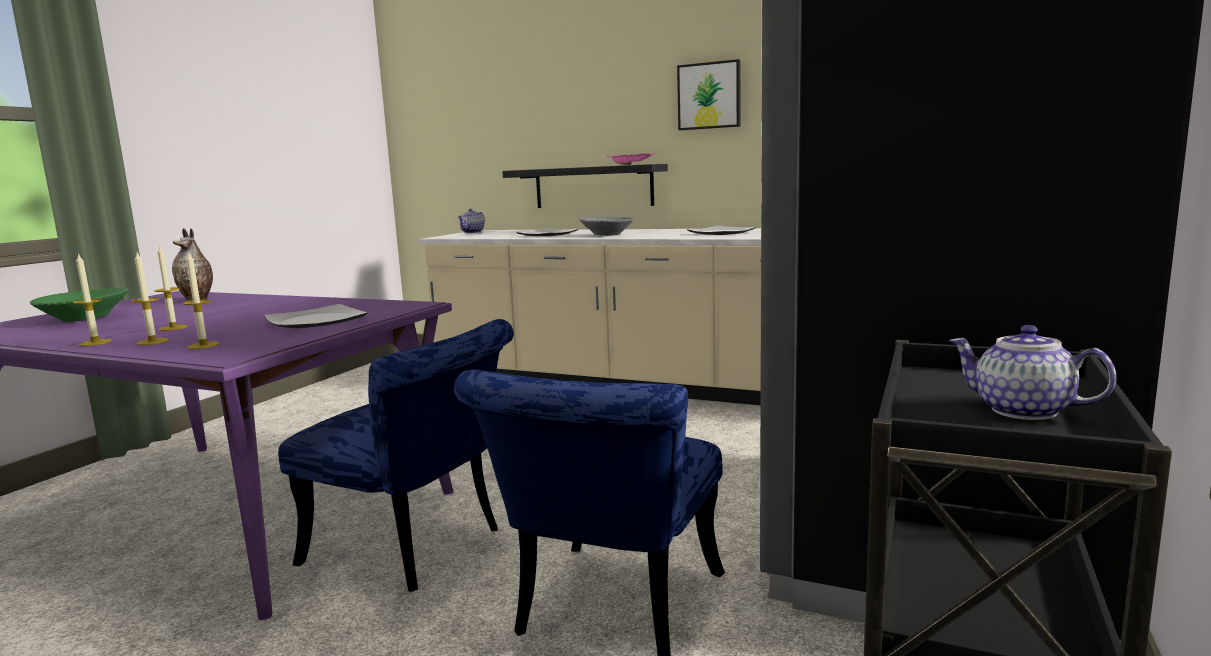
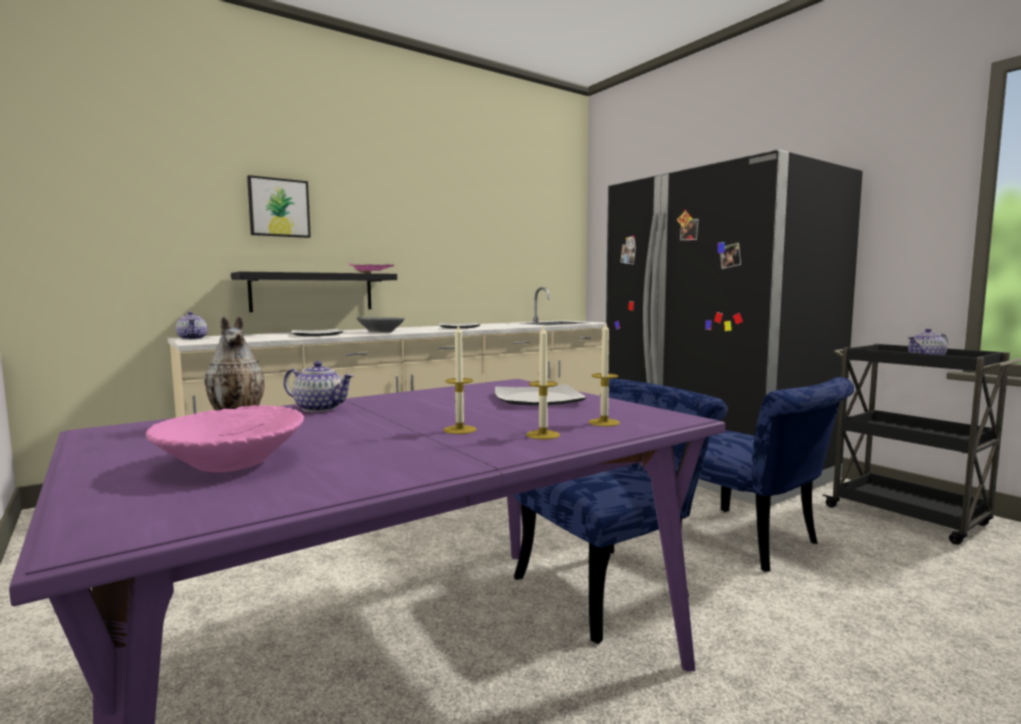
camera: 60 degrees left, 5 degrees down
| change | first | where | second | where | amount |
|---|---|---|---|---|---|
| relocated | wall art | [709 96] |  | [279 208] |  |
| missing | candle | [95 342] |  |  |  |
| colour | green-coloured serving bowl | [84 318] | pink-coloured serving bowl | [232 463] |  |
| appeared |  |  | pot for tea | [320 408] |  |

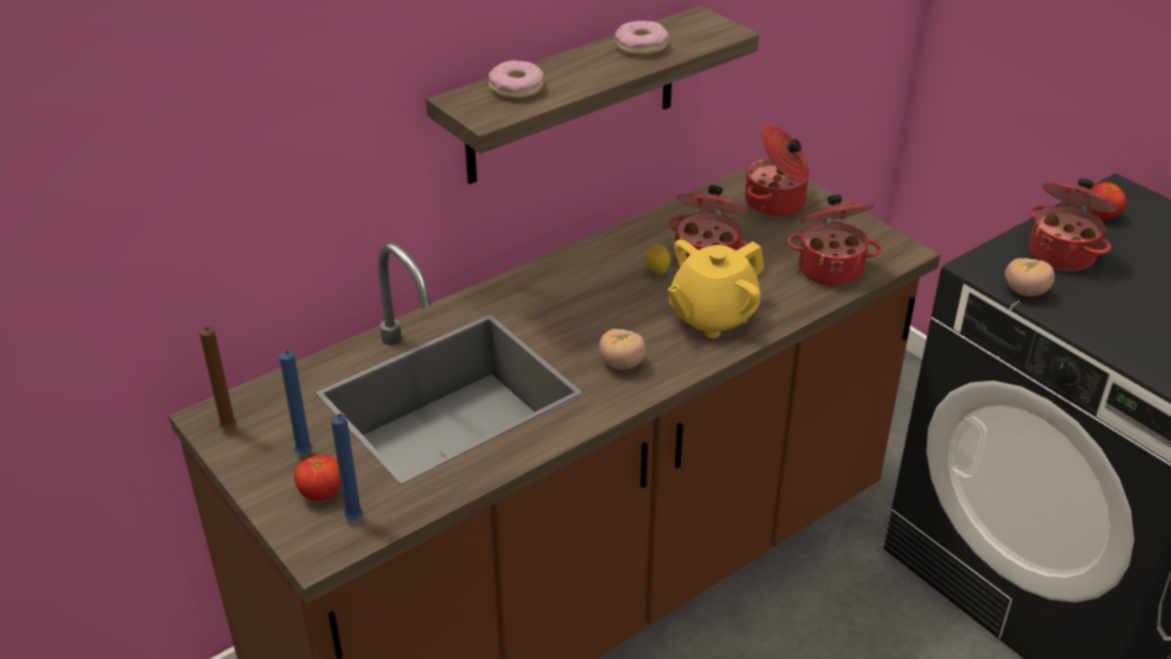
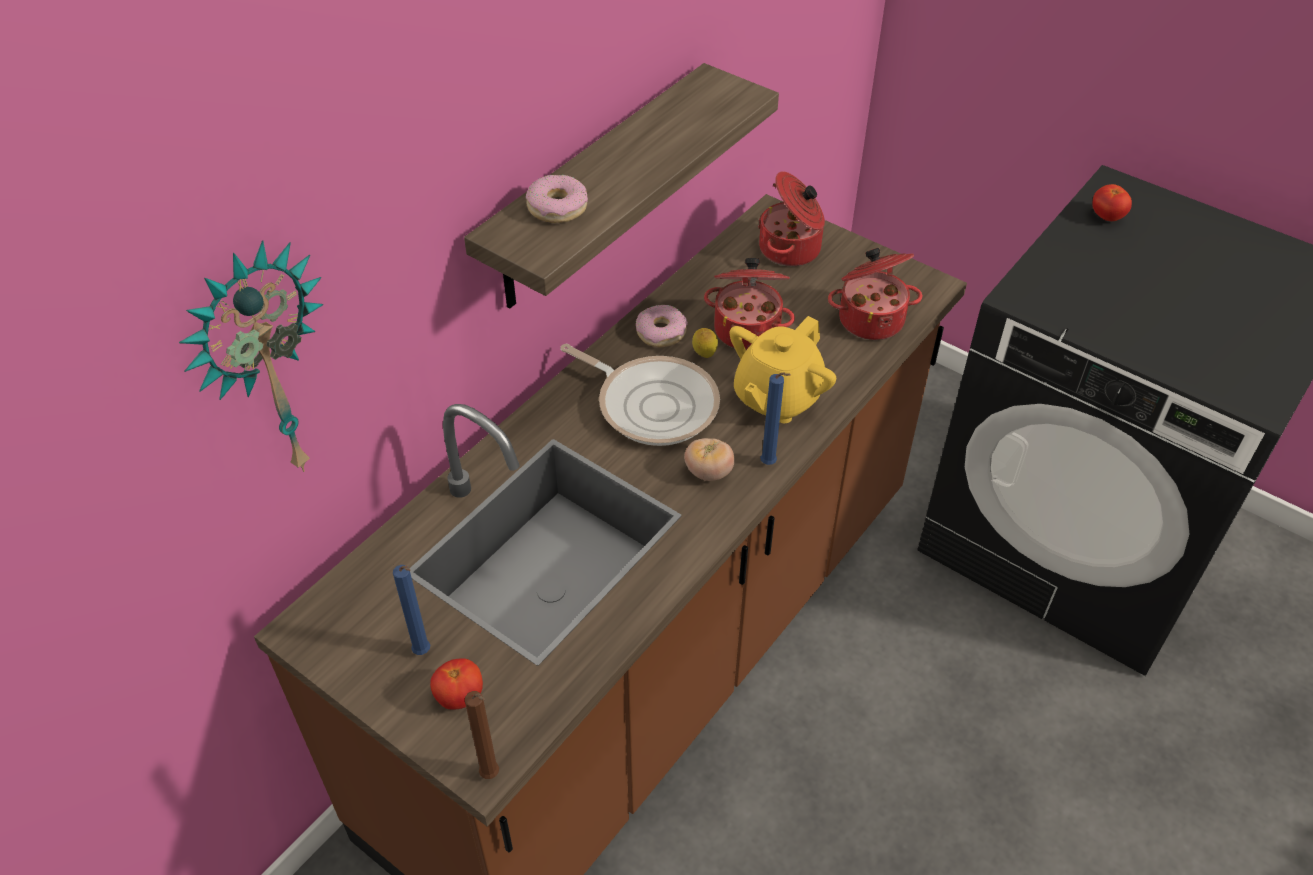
camera: 15 degrees left, 10 degrees up
| change | first | where | second | where | amount |
|---|---|---|---|---|---|
| relocated | doughnut | [641 46] |  | [661 332] |  |
| missing | stockpot | [1063 254] |  |  |  |
| missing | fresh tomato | [1025 292] |  |  |  |
| relocated | brownish candle | [229 430] |  | [492 776] |  |
| relocated | bluish candle | [355 521] |  | [770 464] |  |
| appeared |  |  | wall clock | [262 366] |  |
| appeared |  |  | pan | [652 404] |  |

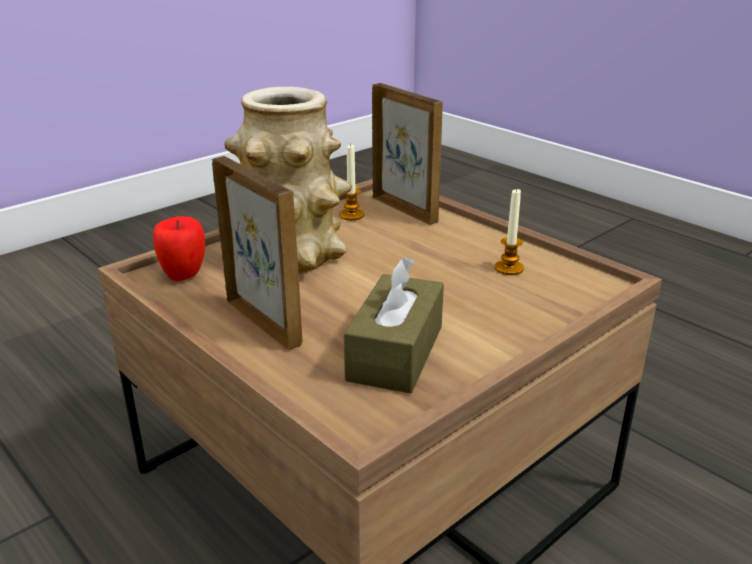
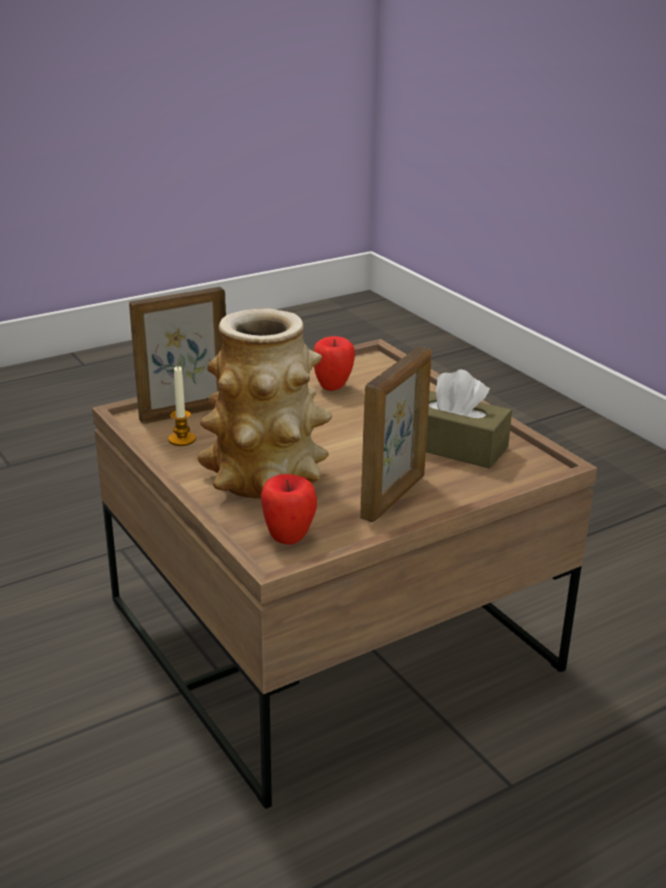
camera: 80 degrees left, 0 degrees up
| change | first | where | second | where | amount |
|---|---|---|---|---|---|
| spun | picture frame | [264 322] |  | [394 497] | 150 degrees clockwise |
| exchanged | candle | [509 268] | whole apple | [333 387] |  |

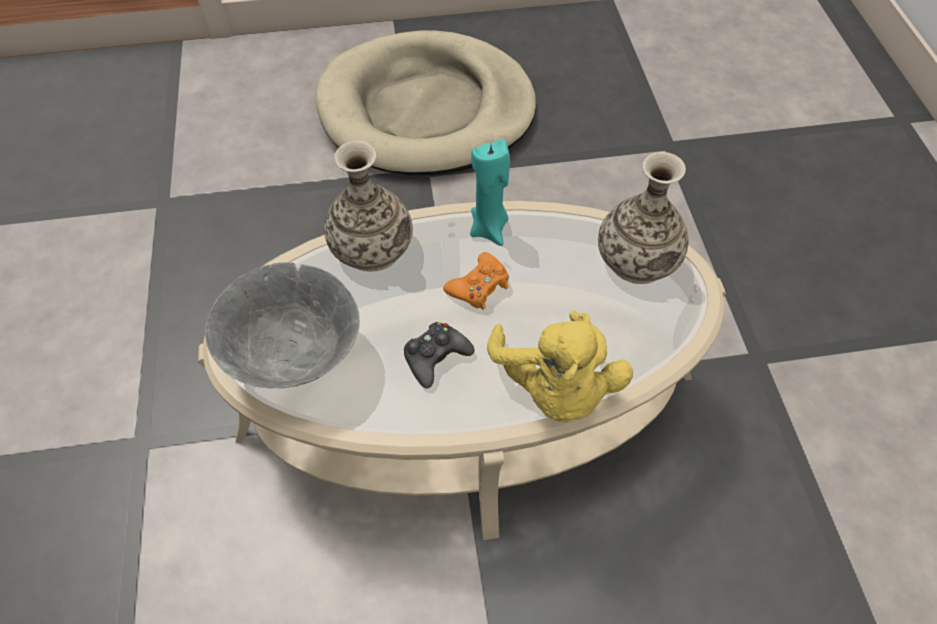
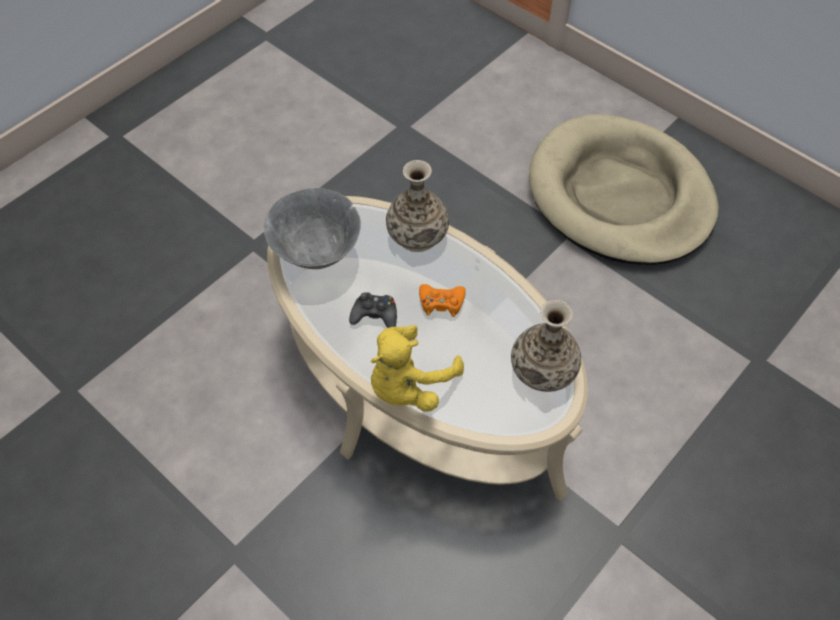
camera: 50 degrees right, 0 degrees up
| change | first | where | second | where | amount |
|---|---|---|---|---|---|
| missing | turquoise-coloured candle | [489 228] |  |  |  |

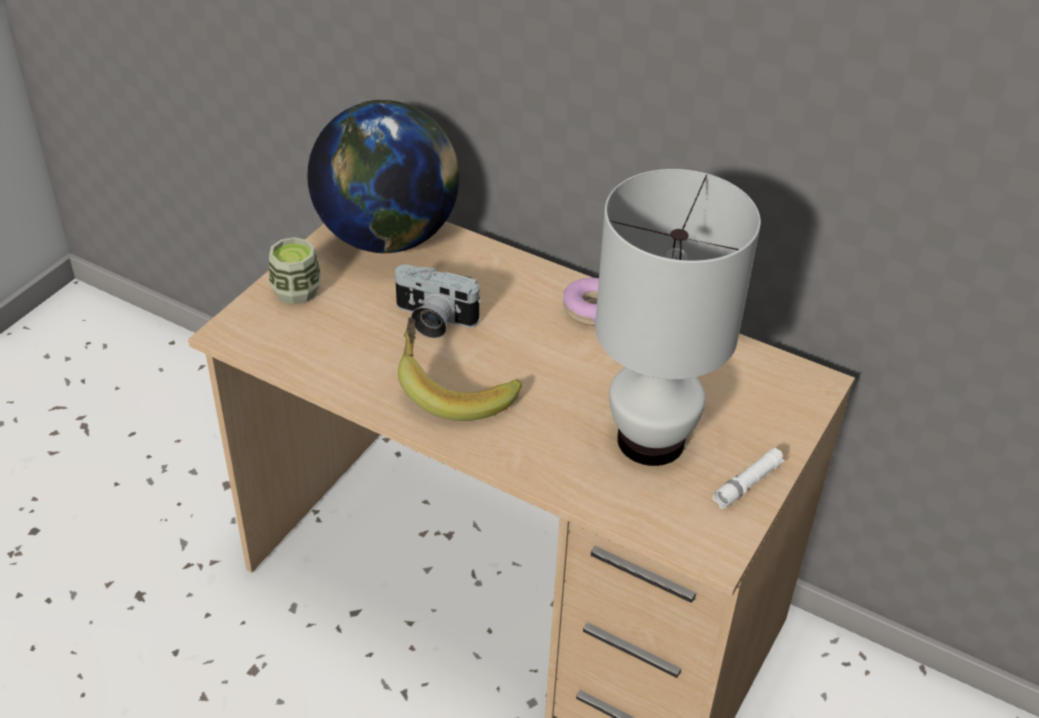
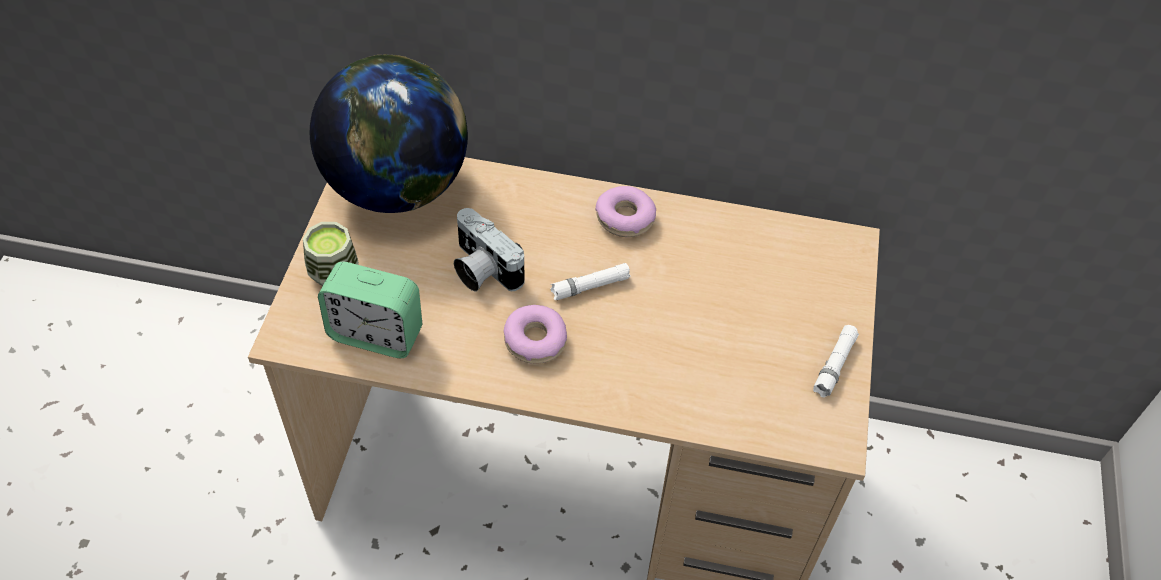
camera: 20 degrees left, 10 degrees up
| change | first | where | second | where | amount |
|---|---|---|---|---|---|
| missing | whitish table lamp | [649 440] |  |  |  |
| spun | photo camera | [432 320] |  | [481 269] | 45 degrees clockwise |
| exchanged | whole banana | [454 389] | doughnut | [535 340] |  |
| appeared |  |  | bedside clock | [376 334] |  |
| appeared |  |  | whitish flashlight | [590 286] |  |

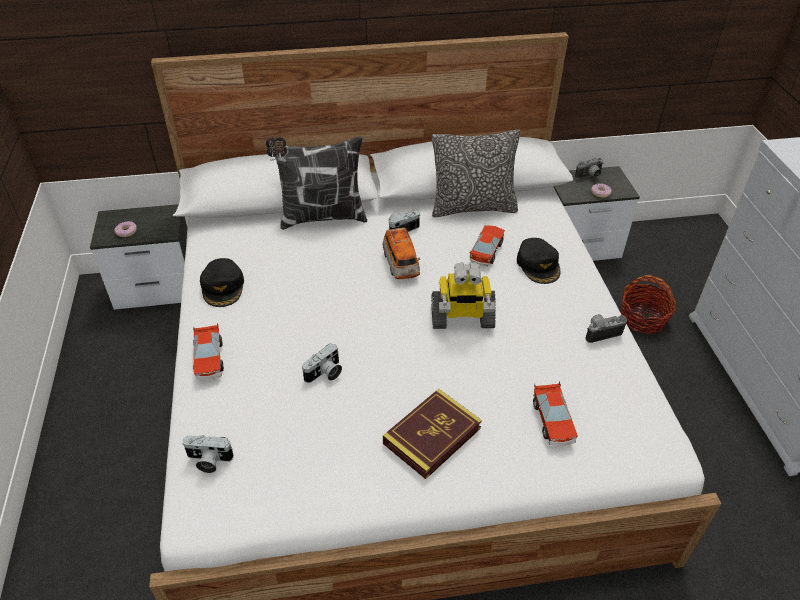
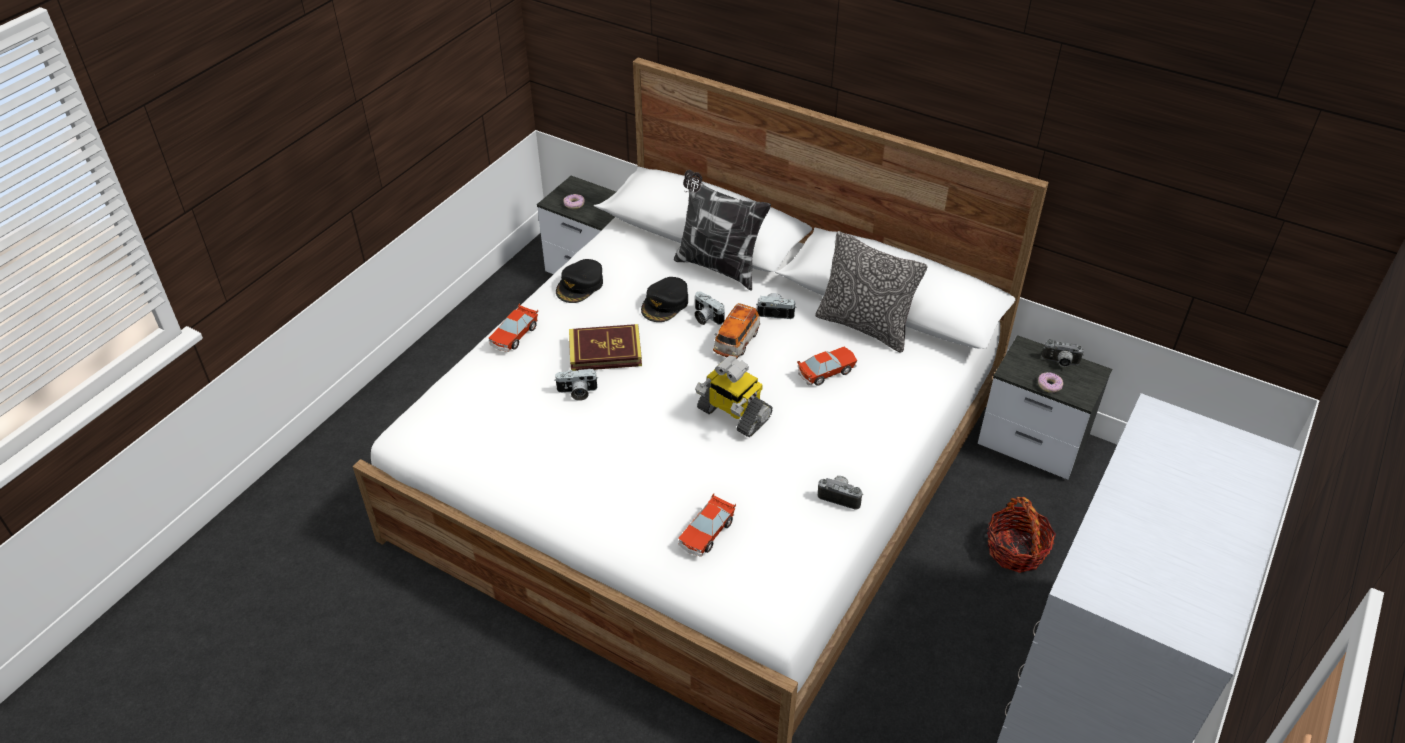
camera: 40 degrees right, 0 degrees up
| change | first | where | second | where | amount |
|---|---|---|---|---|---|
| relocated | blackish cap | [538 265] |  | [665 304] |  |
| relocated | bound book | [432 436] |  | [605 351] |  |
| relocated | photo camera | [208 461] |  | [705 317] |  |

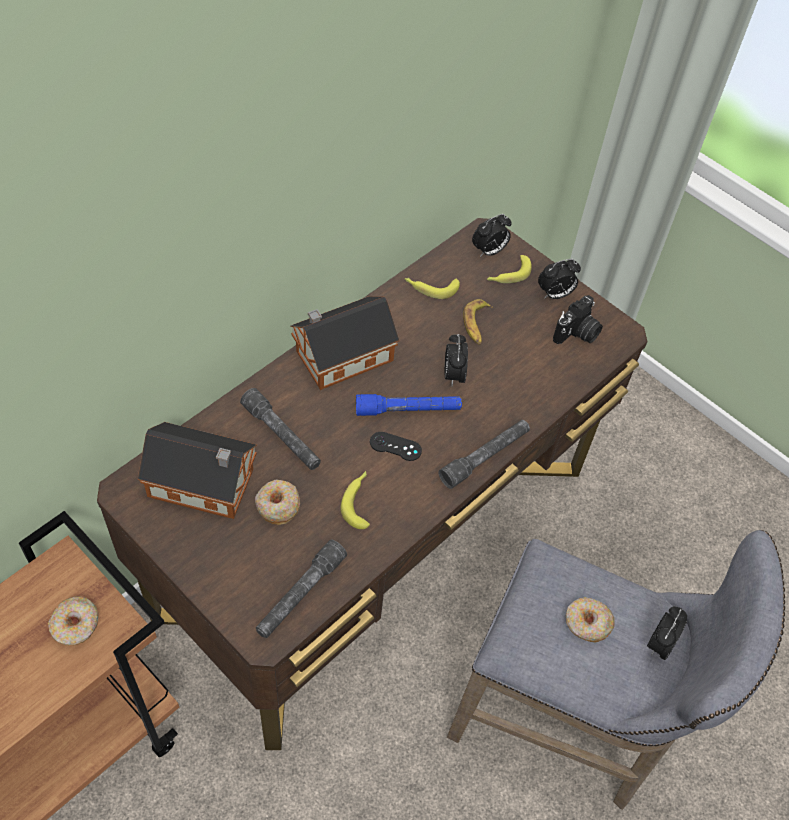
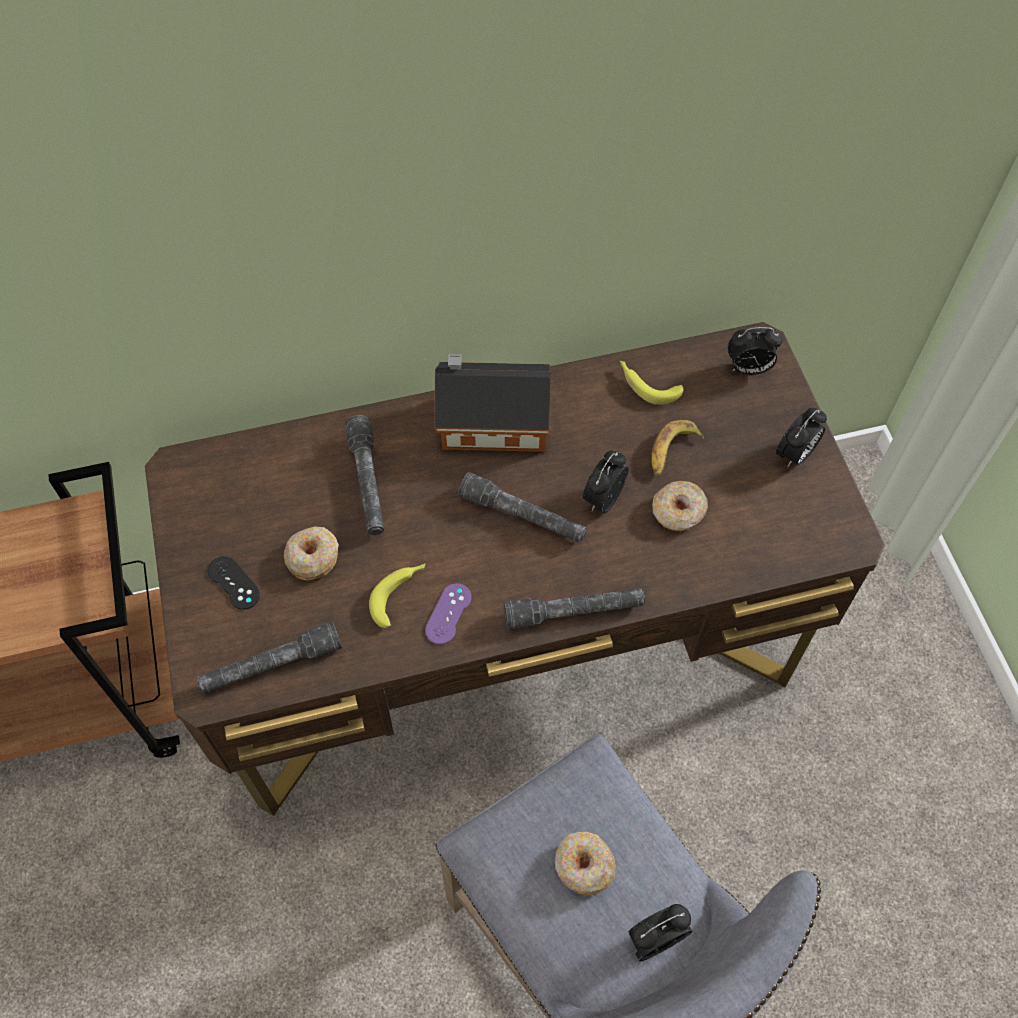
camera: 35 degrees right, 5 degrees up
| change | first | where | second | where | amount |
|---|---|---|---|---|---|
| missing | whole banana | [508 275] |  |  |  |
| spun | bedside clock | [555 294] |  | [795 455] | 60 degrees counterclockwise |
| missing | photo camera | [577 333] |  |  |  |
| colour | bluish flashlight | [408 410] | grey flashlight | [523 516] |  |
| missing | miniature house | [205 485] |  |  |  |
| relocated | blackish joypad | [395 446] |  | [233 583] |  |
| relocated | doughnut | [76 625] |  | [678 512] |  |
| appeared |  |  | purple joypad | [448 614] |  |

